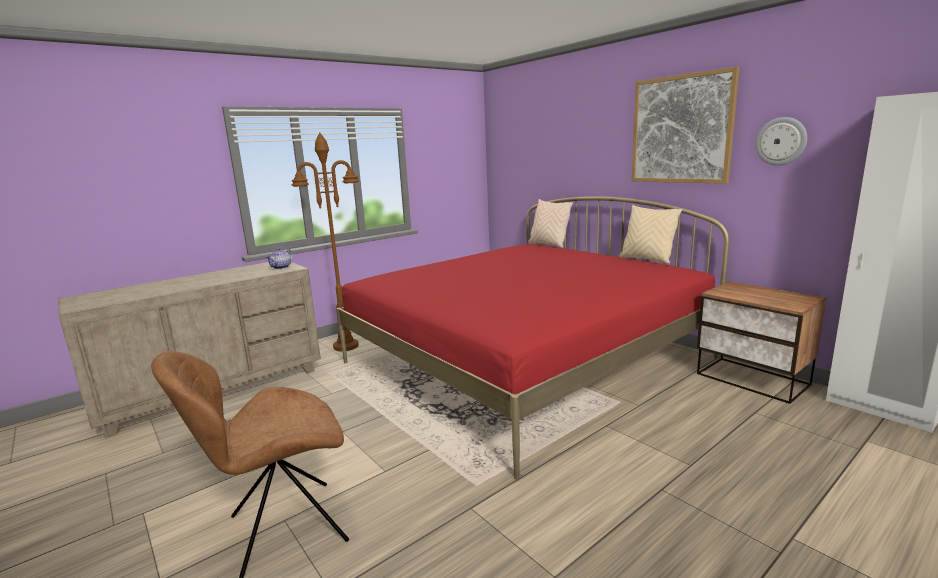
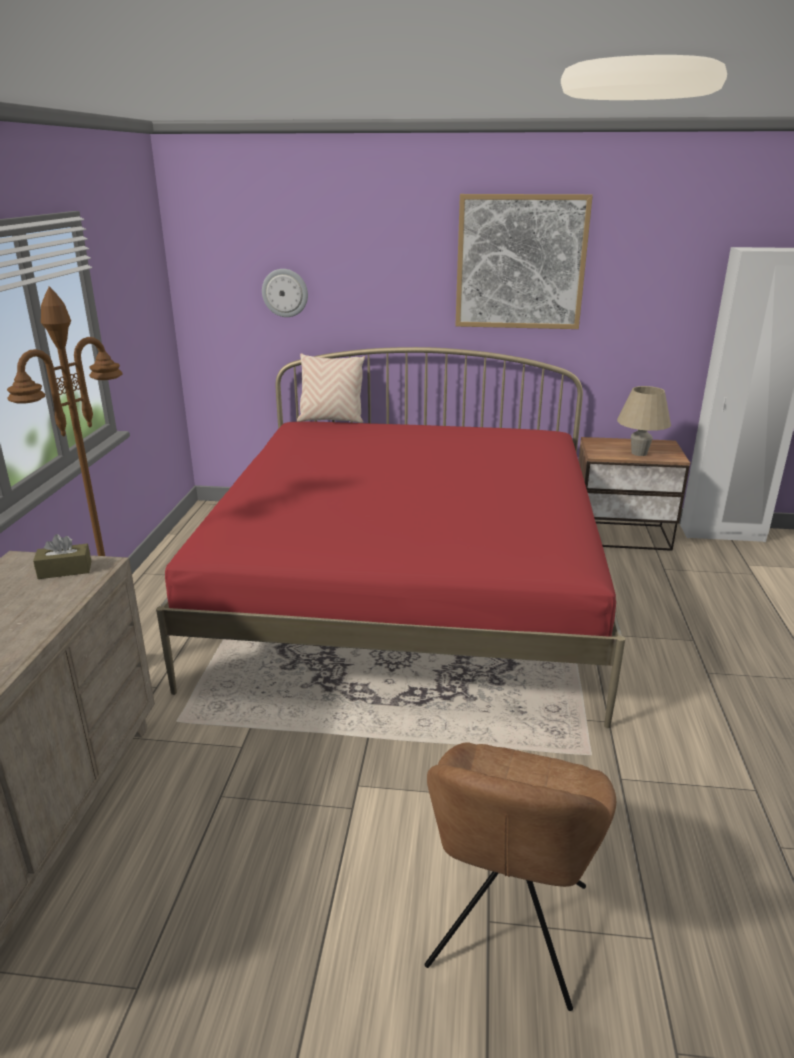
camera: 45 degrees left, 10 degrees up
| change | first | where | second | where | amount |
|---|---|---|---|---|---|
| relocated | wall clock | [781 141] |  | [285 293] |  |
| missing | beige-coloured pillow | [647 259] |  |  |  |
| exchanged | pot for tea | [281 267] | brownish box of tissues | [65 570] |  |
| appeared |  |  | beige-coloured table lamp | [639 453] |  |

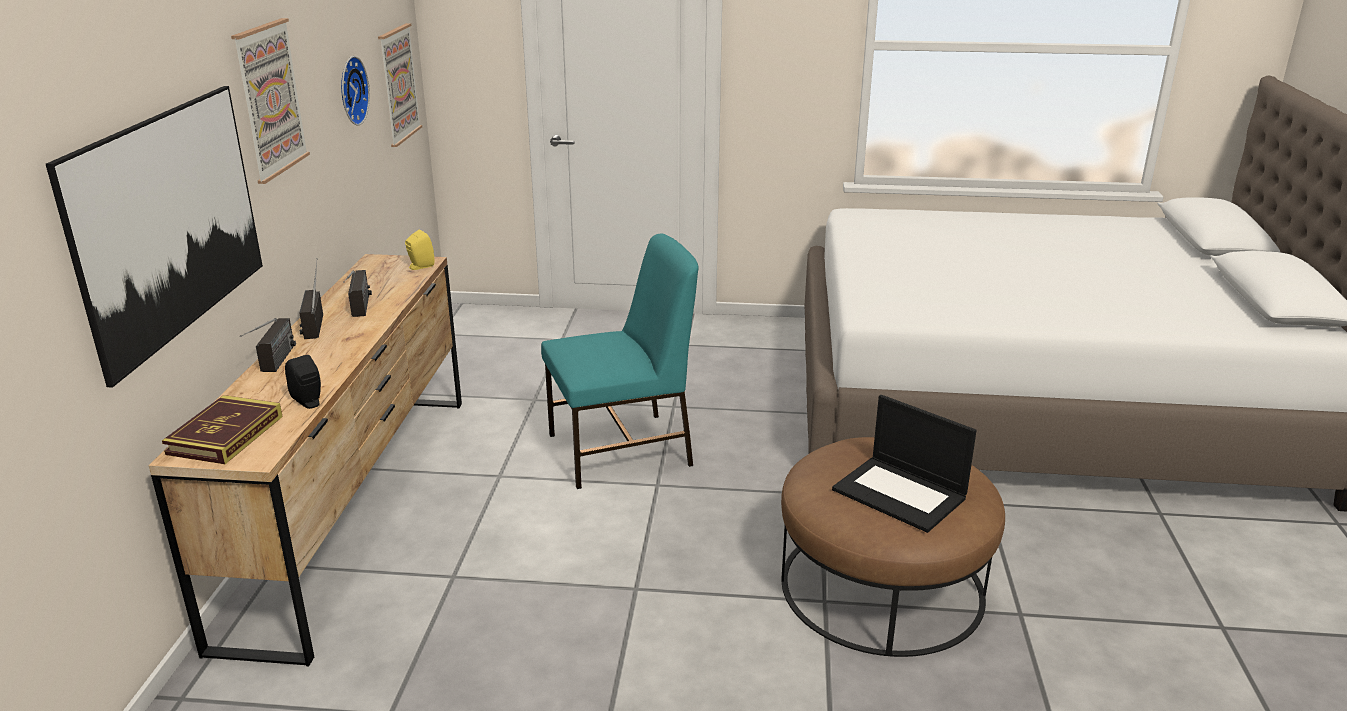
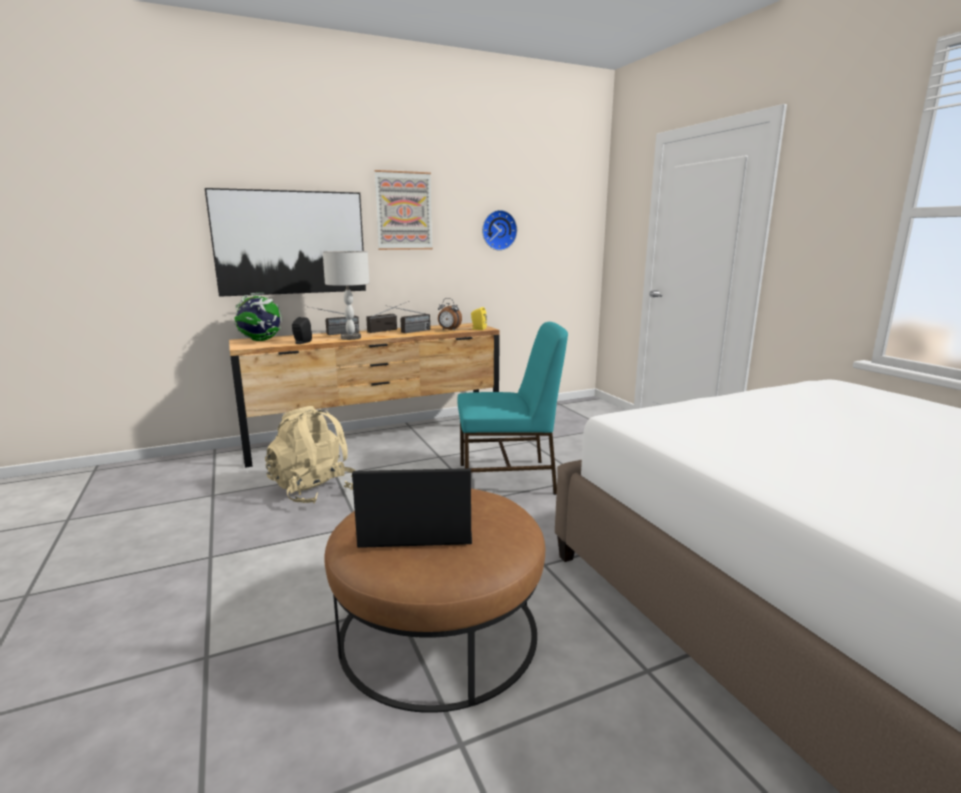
camera: 60 degrees right, 10 degrees down
| change | first | where | second | where | amount |
|---|---|---|---|---|---|
| missing | wall art | [398 84] |  |  |  |
| spun | turquoise-coloured upright chair | [623 450] |  | [508 479] | 45 degrees counterclockwise |
| exchanged | bound book | [225 435] | world globe | [261 341] |  |
| spun | portable computer | [901 494] |  | [415 528] | 75 degrees clockwise |
| appeared |  |  | grey table lamp | [351 338] |  |
| appeared |  |  | bedside clock | [449 330] |  |
| appeared |  |  | beige-coloured knapsack | [314 490] |  |

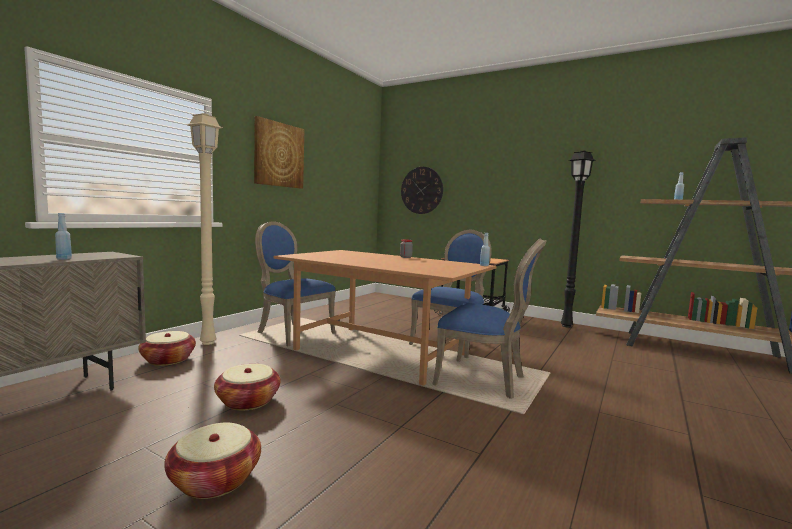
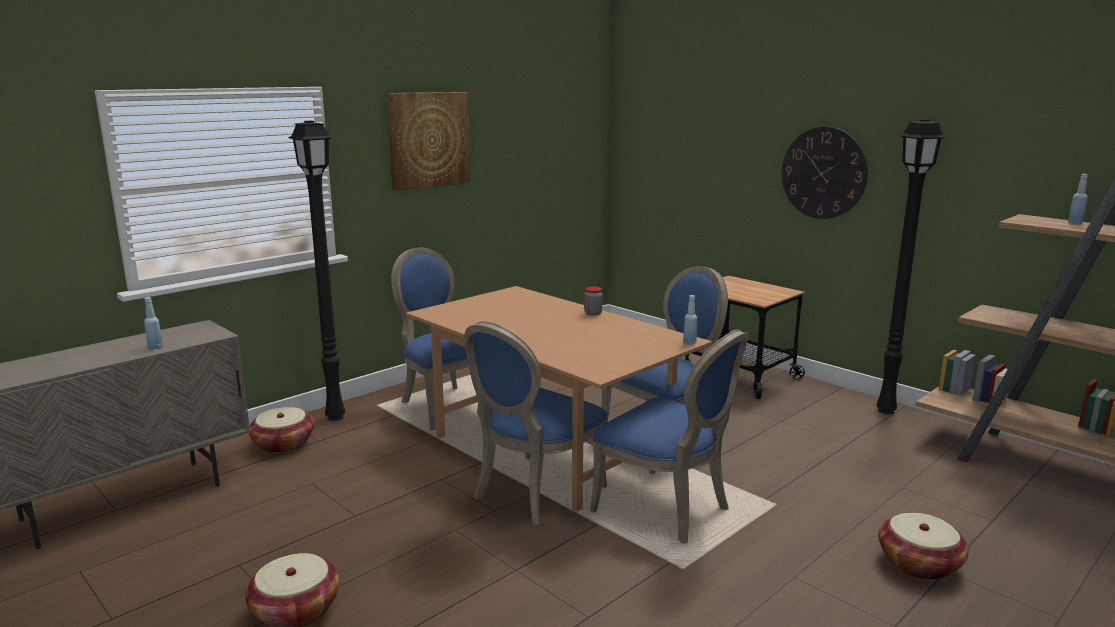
camera: 15 degrees right, 10 degrees up
| change | first | where | second | where | amount |
|---|---|---|---|---|---|
| colour | beige-coloured floor lamp | [208 342] | blackish floor lamp | [336 417] |  |
| relocated | wall clock | [421 190] |  | [823 173] |  |
| relocated | storage basket | [248 401] |  | [919 564] |  |
| appeared |  |  | bluish upright chair | [533 493] |  |

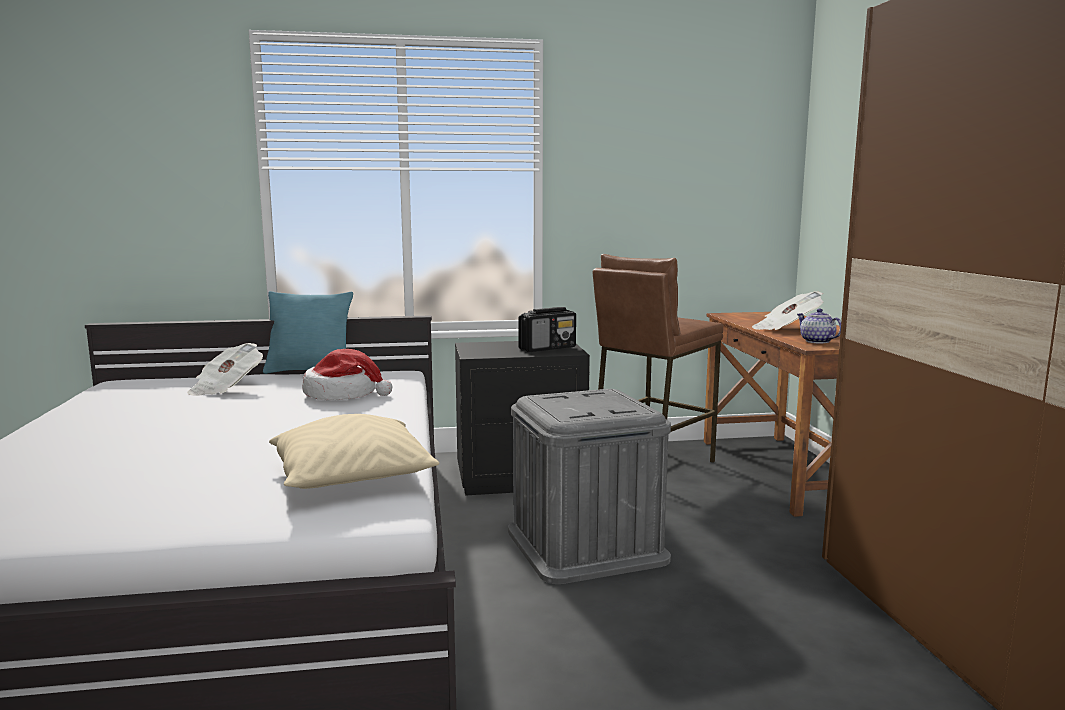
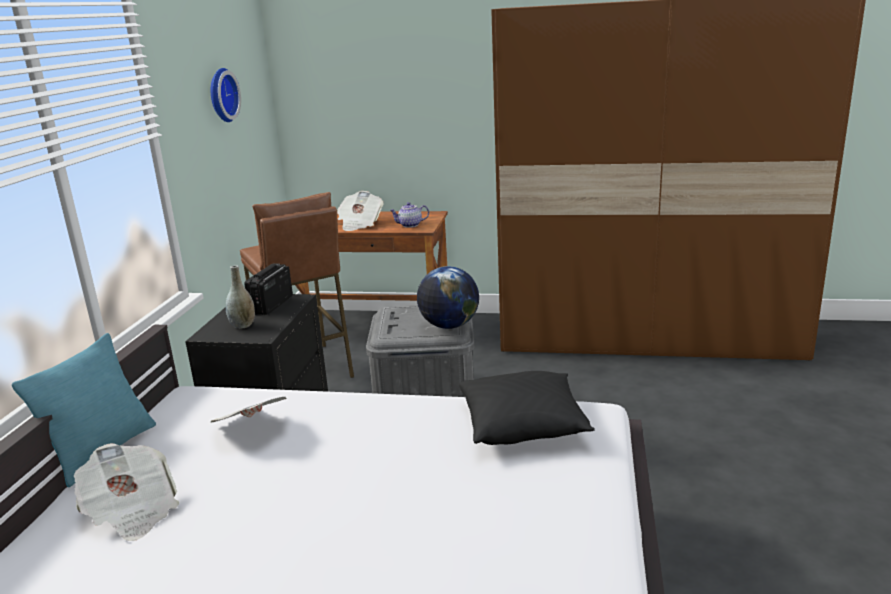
camera: 70 degrees left, 10 degrees up
| change | first | where | second | where | amount |
|---|---|---|---|---|---|
| spun | radio set | [548 348] |  | [271 305] | 150 degrees counterclockwise |
| exchanged | wearable hat | [343 394] | newspaper | [251 428] |  |
| colour | beige-coloured pillow | [353 478] | blackish pillow | [523 425] |  |
| appeared |  |  | wall clock | [221 95] |  |
| appeared |  |  | grey decorative vase | [243 325] |  |
| appeared |  |  | world globe | [449 326] |  |

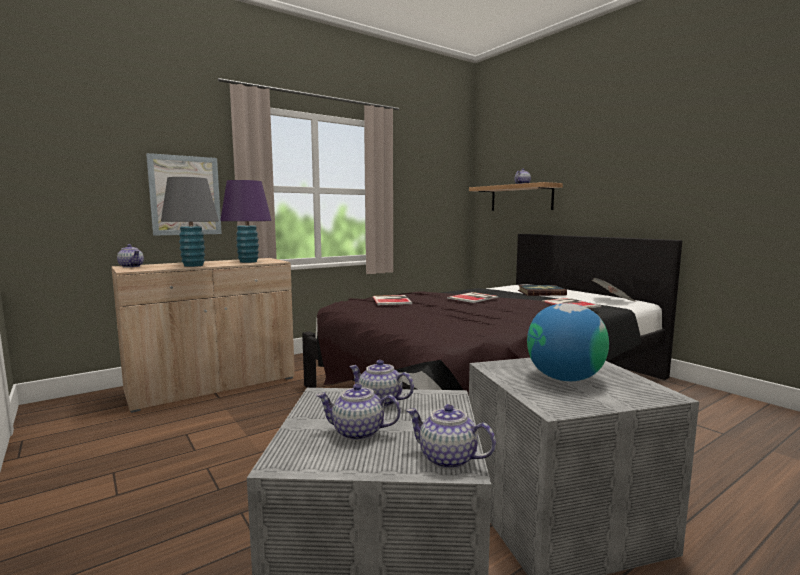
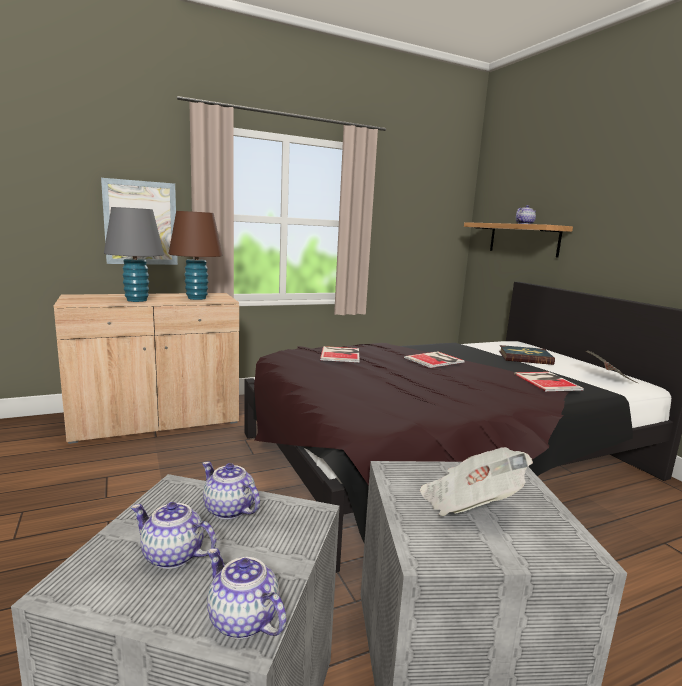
camera: 10 degrees right, 5 degrees up
| change | first | where | second | where | amount |
|---|---|---|---|---|---|
| colour | purple table lamp | [248 261] | brownish table lamp | [197 298] |  |
| missing | pot for tea | [131 266] |  |  |  |
| exchanged | world globe | [564 378] | newspaper | [469 503] |  |

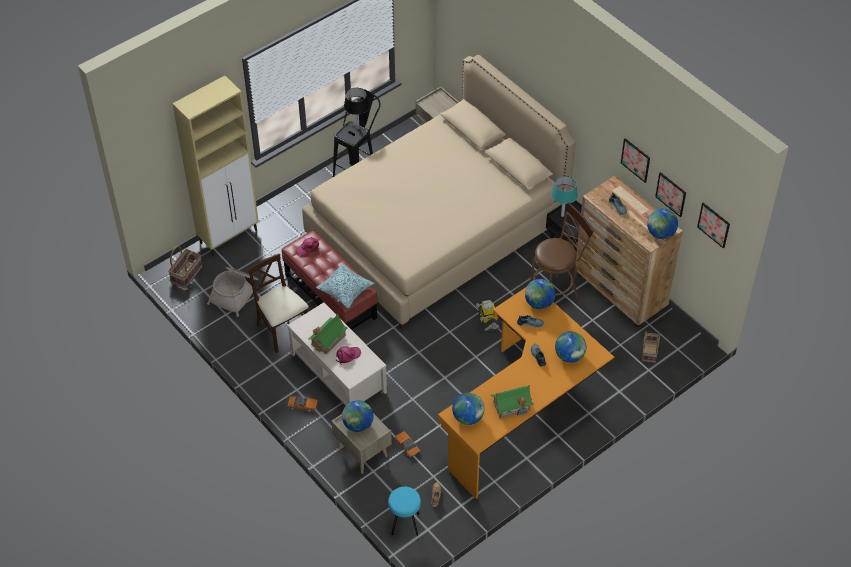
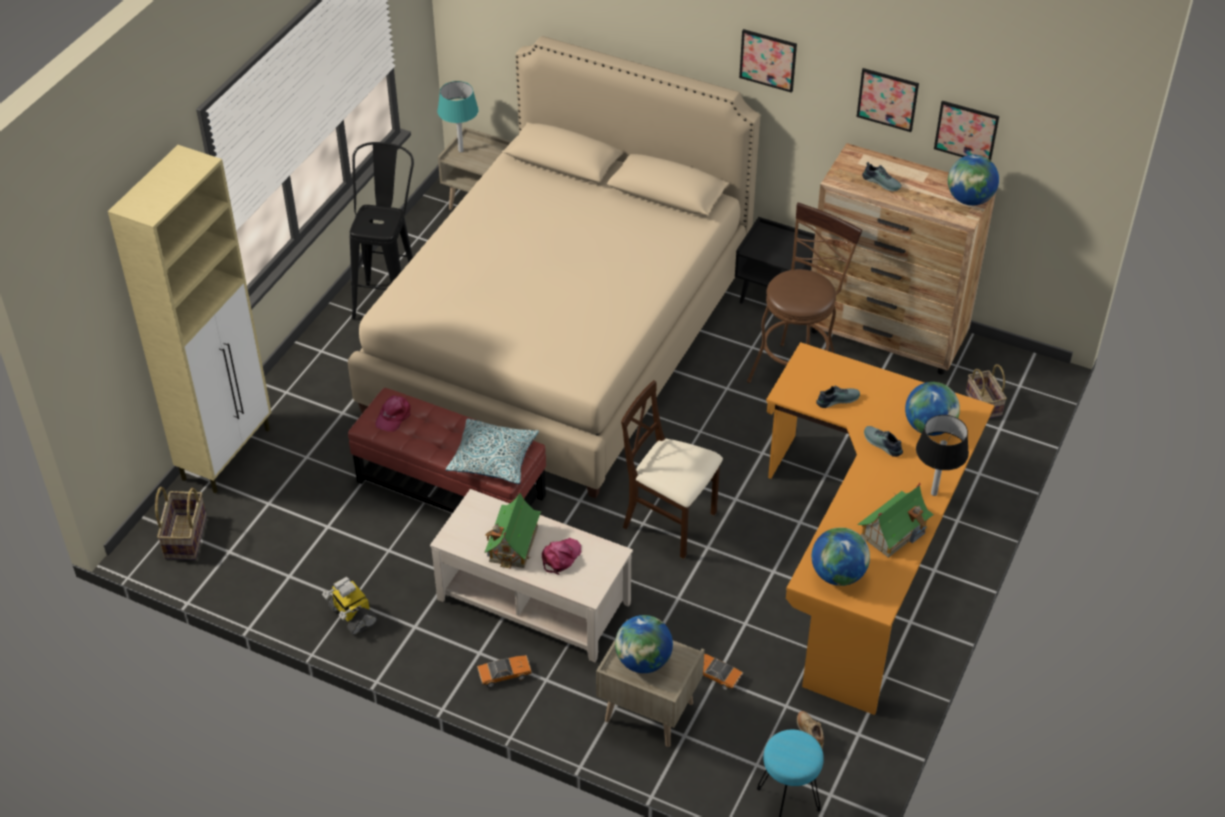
camera: 25 degrees left, 5 degrees down
| change | first | where | second | where | amount |
|---|---|---|---|---|---|
| relocated | blackish table lamp | [357 128] |  | [933 493] |  |
| relocated | turquoise-coloured table lamp | [562 215] |  | [460 150] |  |
| relocated | wall art | [713 225] |  | [768 60] |  |
| relocated | beige-coloured upright chair | [282 331] |  | [670 522] |  |
| missing | storage basket | [235 293] |  |  |  |
| missing | world globe | [539 303] |  |  |  |
| relocated | model robot | [488 320] |  | [352 615] |  |

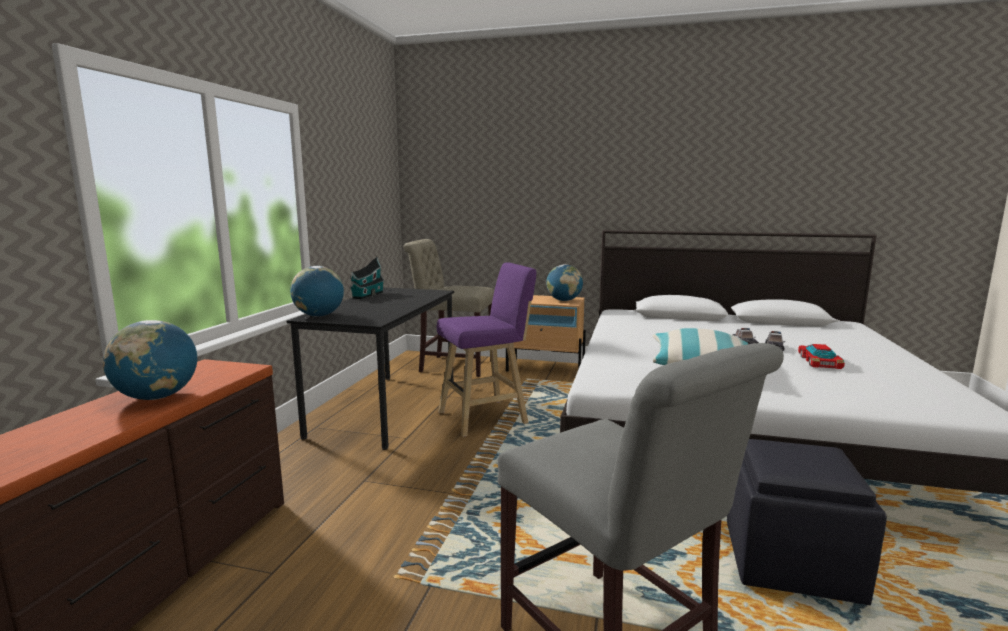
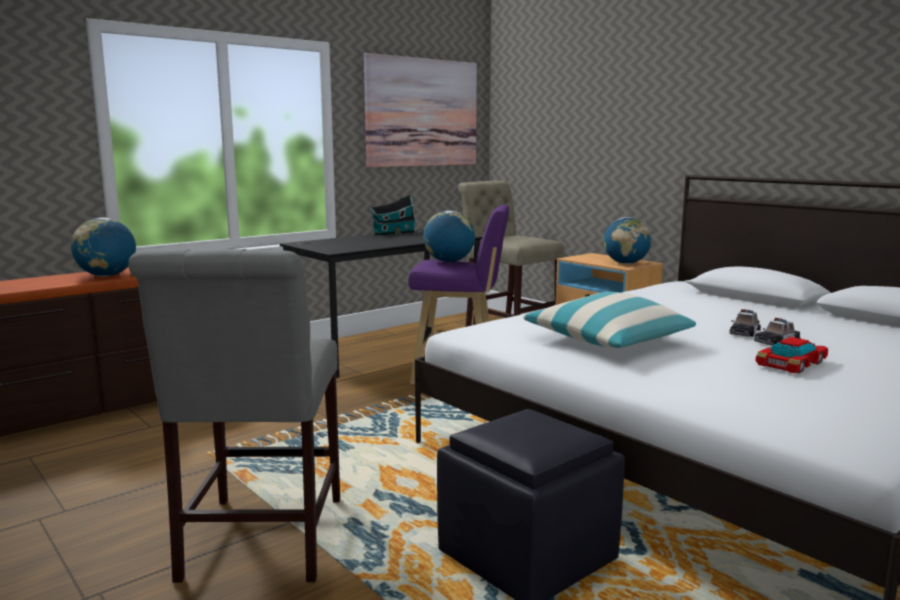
camera: 35 degrees right, 0 degrees up
| change | first | where | second | where | amount |
|---|---|---|---|---|---|
| relocated | world globe | [319 316] |  | [449 262] |  |
| appeared |  |  | wall art | [422 112] |  |

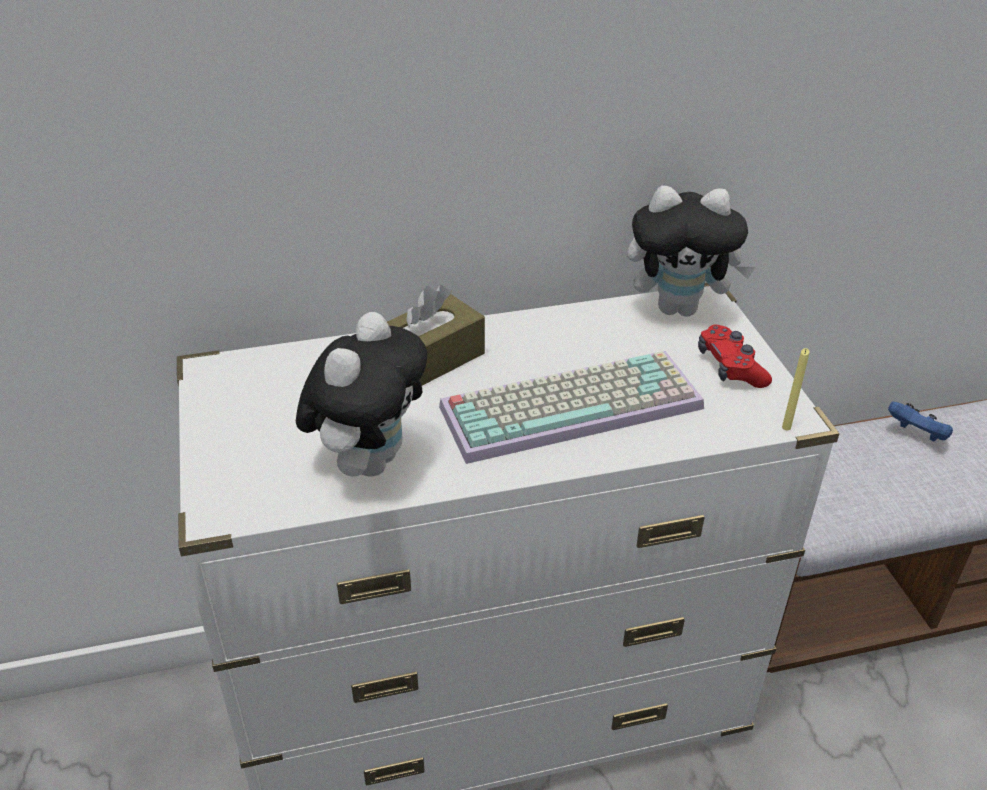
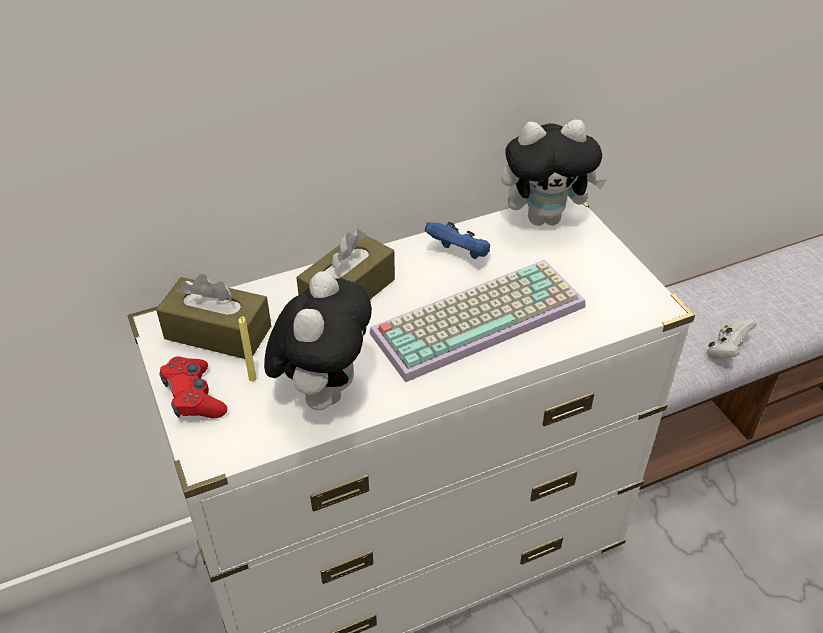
camera: 10 degrees left, 5 degrees up
| change | first | where | second | where | amount |
|---|---|---|---|---|---|
| relocated | red joypad | [730 367] |  | [194 397] |  |
| relocated | yellow candle | [786 427] |  | [252 378] |  |
| relocated | bluish joypad | [916 435] |  | [459 254] |  |
| appeared |  |  | brownish box of tissues | [218 332] |  |
| appeared |  |  | whitish joypad | [726 350] |  |

